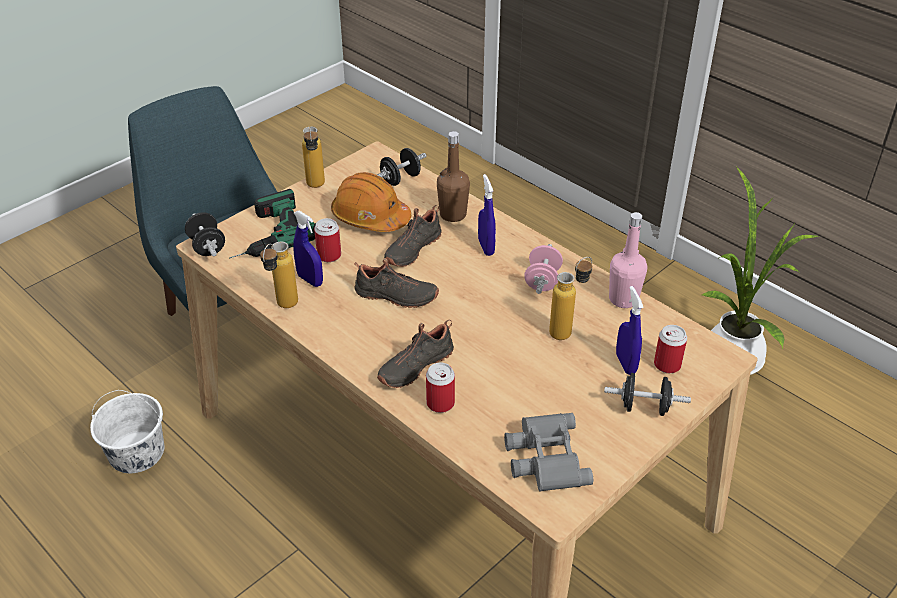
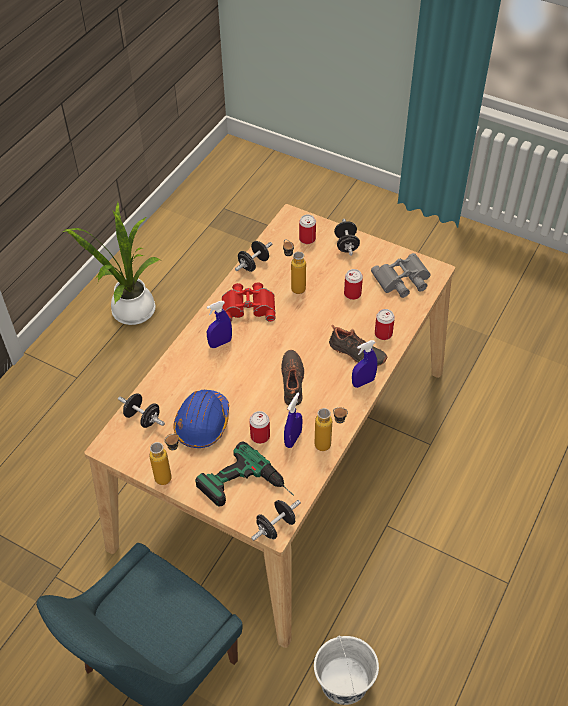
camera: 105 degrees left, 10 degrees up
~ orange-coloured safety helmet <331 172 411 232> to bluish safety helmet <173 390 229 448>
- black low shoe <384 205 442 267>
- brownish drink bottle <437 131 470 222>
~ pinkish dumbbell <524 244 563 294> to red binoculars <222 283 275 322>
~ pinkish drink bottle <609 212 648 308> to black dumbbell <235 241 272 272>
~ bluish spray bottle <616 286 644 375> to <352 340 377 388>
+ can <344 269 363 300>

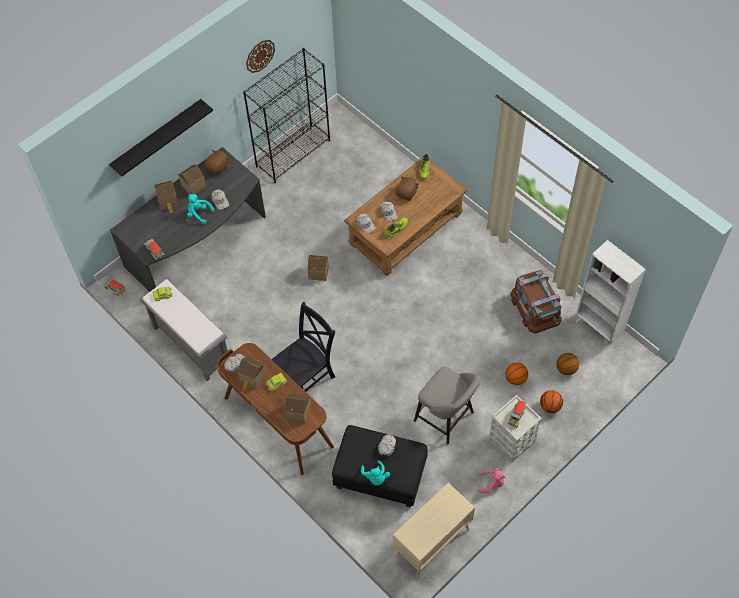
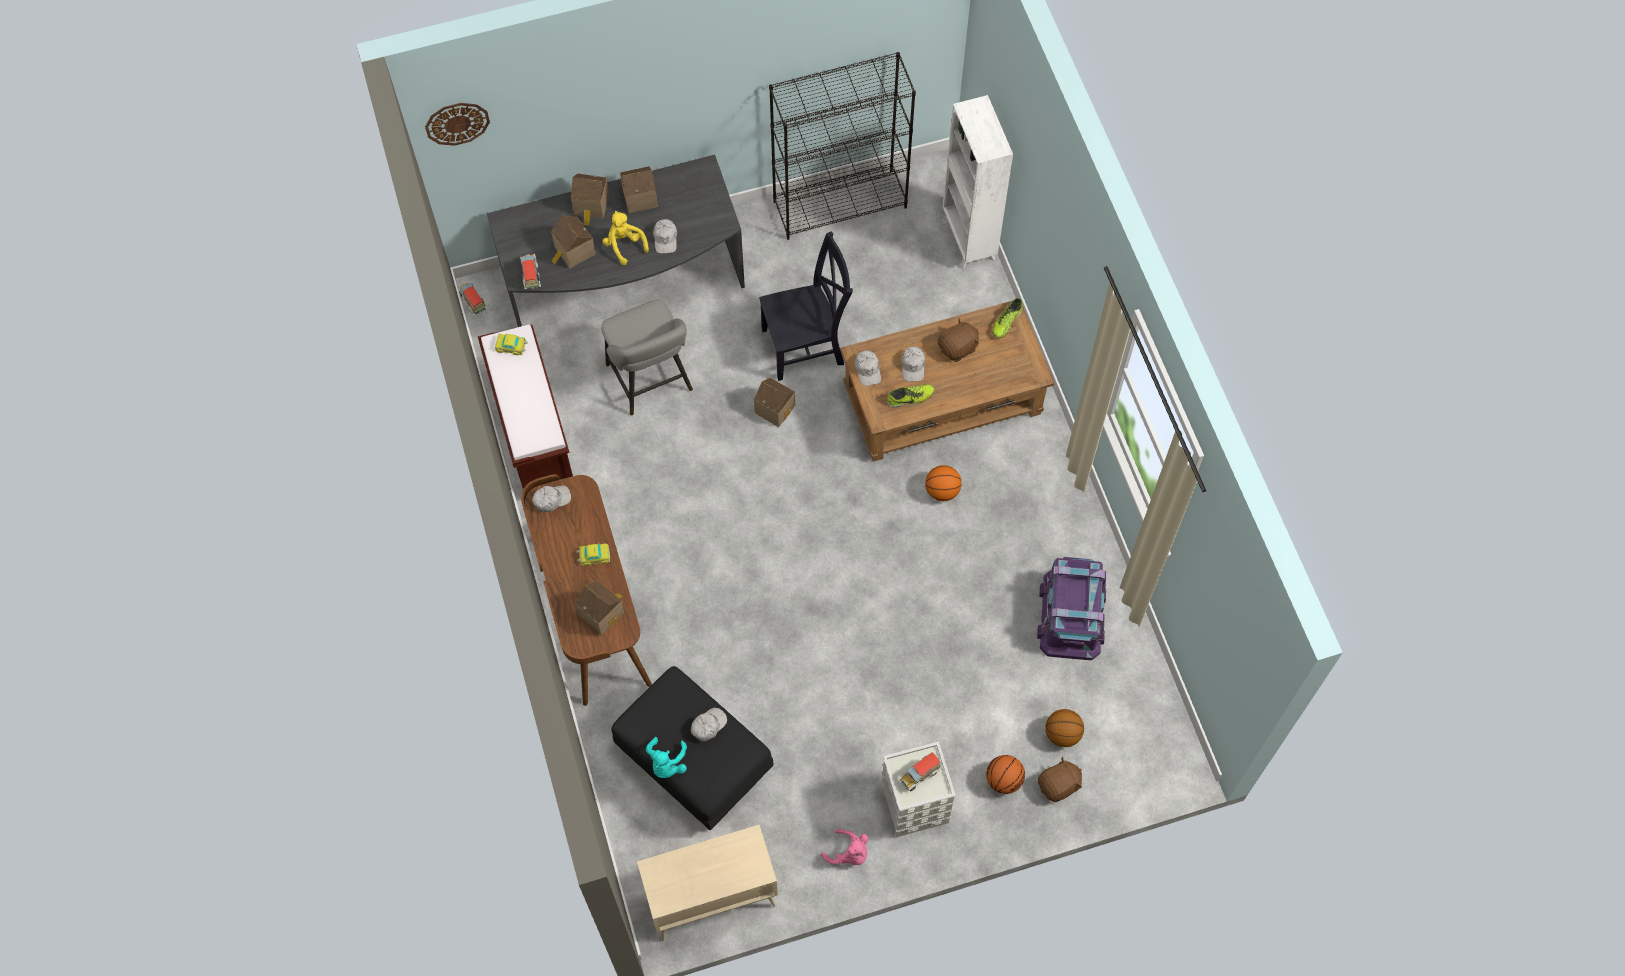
camera: 25 degrees right, 5 degrees up
- black wall shelf <109 99 213 177>
~ greyish bench <140 279 228 381> to brownish bench <478 325 573 489>
~ turquoise plush toy <187 194 215 224> to yellow plush toy <603 211 649 265>
~ brownish plush toy <205 150 229 175> to <1038 757 1082 802>
~ toy house <238 356 267 391> to <551 216 596 268>
~ wall clock <246 40 275 73> to <425 103 490 146>
~ black plain chair <272 302 335 392> to <759 231 853 381>
~ greyish stool seat <414 366 481 444> to <601 299 693 415>
~ ball for basketball <505 363 528 385> to <925 465 962 501>
~ brownish storage container <511 270 562 334> to purplish storage container <1037 557 1106 660>
~ whitish bookshelf <576 240 646 346> to <941 95 1013 269>

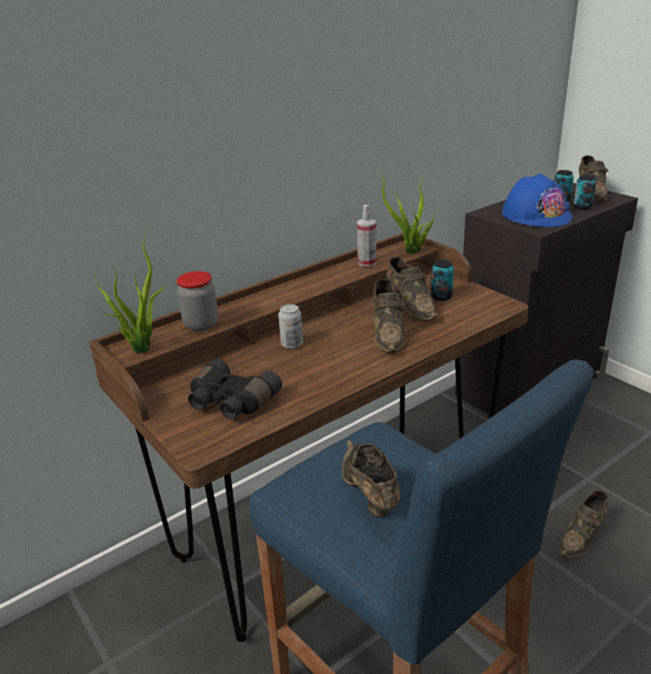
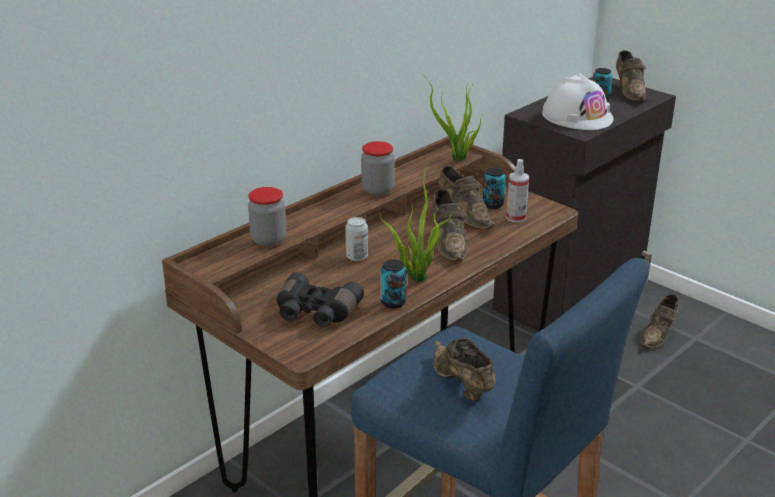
camera: 10 degrees left, 0 degrees up
~ potted plant <94 228 166 353> to <379 165 453 282>
~ spray bottle <357 205 377 267> to <506 159 529 222>
~ bluish safety helmet <502 173 573 227> to whitish safety helmet <542 74 613 130>
~ brownish low shoe <559 490 609 558> to <641 294 679 348>
~ can <573 175 596 210> to <380 259 407 308>
+ jar <361 141 395 196>

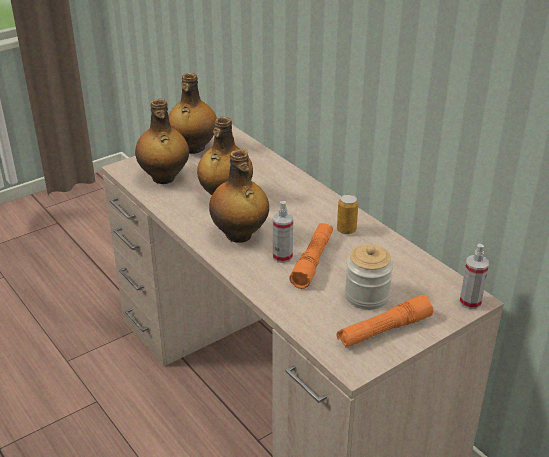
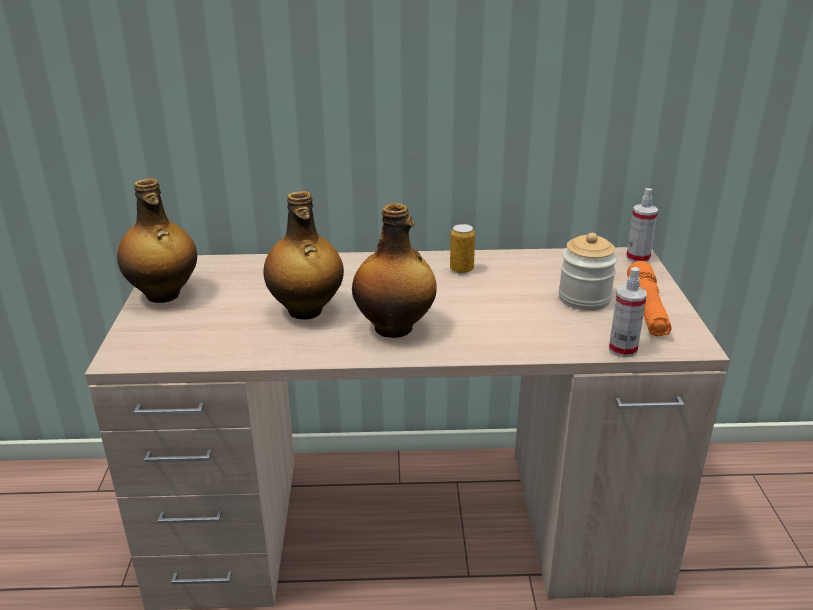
camera: 55 degrees left, 5 degrees down
- drink bottle <135 99 189 184>
~ spray bottle <273 201 293 263> to <609 267 647 358>
- orange-coloured flashlight <289 223 333 289>

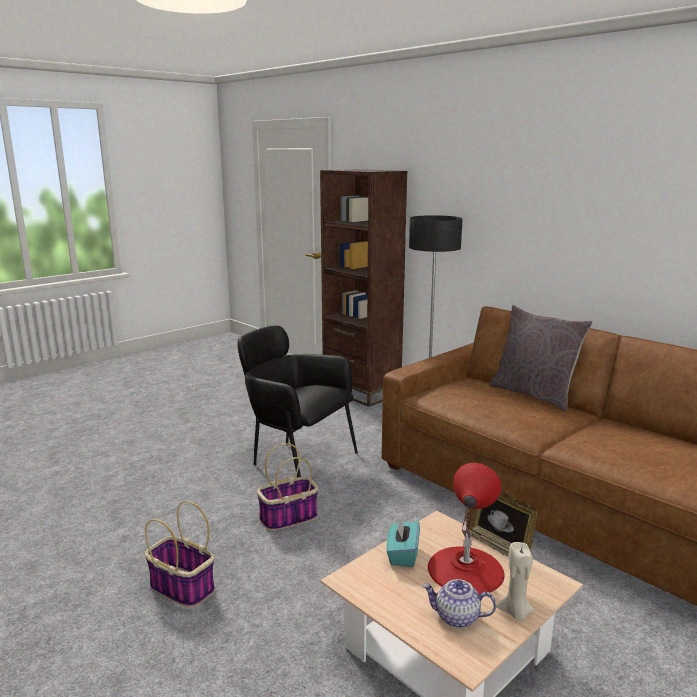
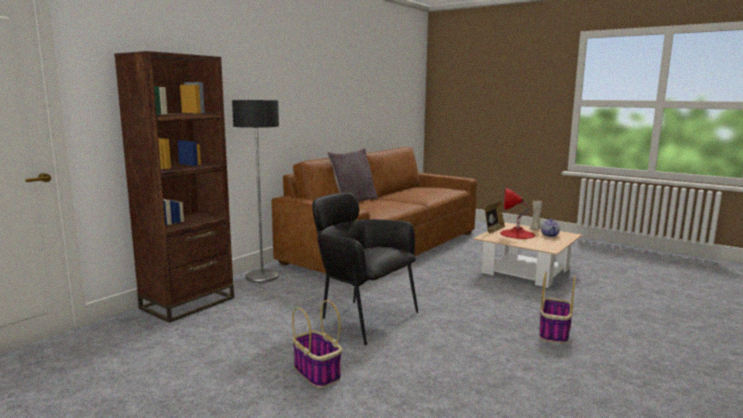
camera: 100 degrees left, 5 degrees down
~ black easy chair <238 325 358 478> = <312 193 419 345> 105 degrees clockwise
~ storage basket <257 443 318 531> to <292 300 342 388>
- turquoise tissue box <386 517 420 567>

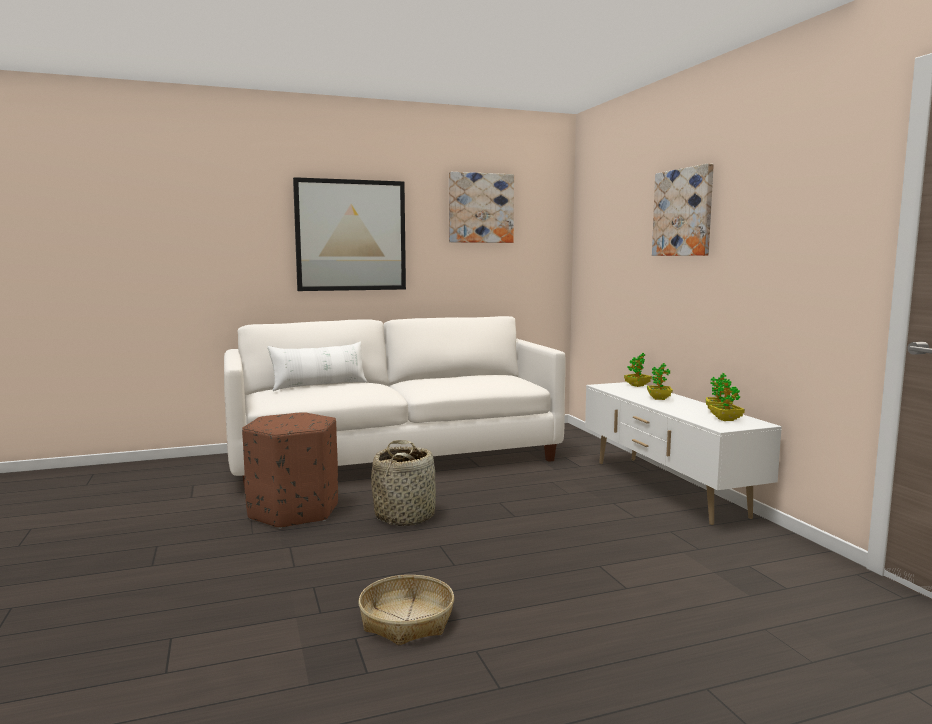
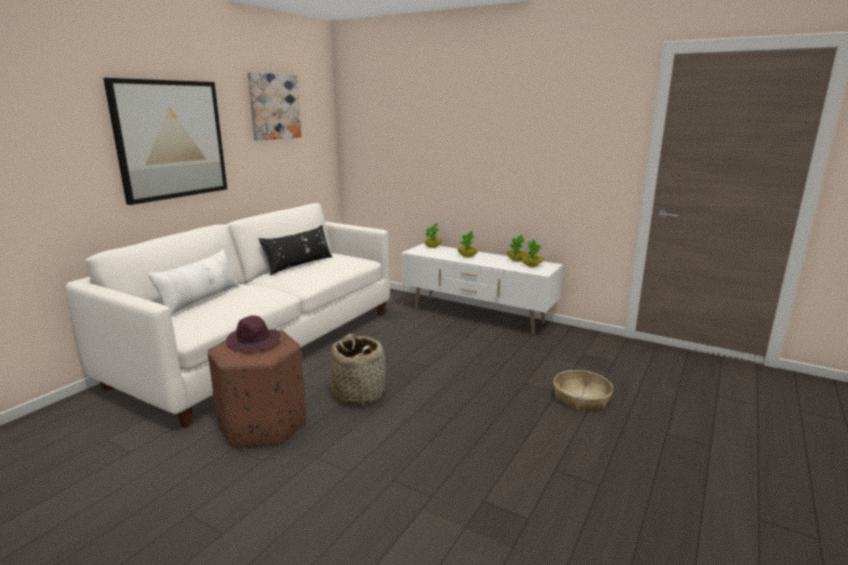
camera: 40 degrees left, 10 degrees up
~ storage basket <358 575 454 645> to <553 370 613 411>
- picture <652 163 714 256>
+ purplish hat <226 315 281 352>
+ black throw pillow <259 225 332 276>

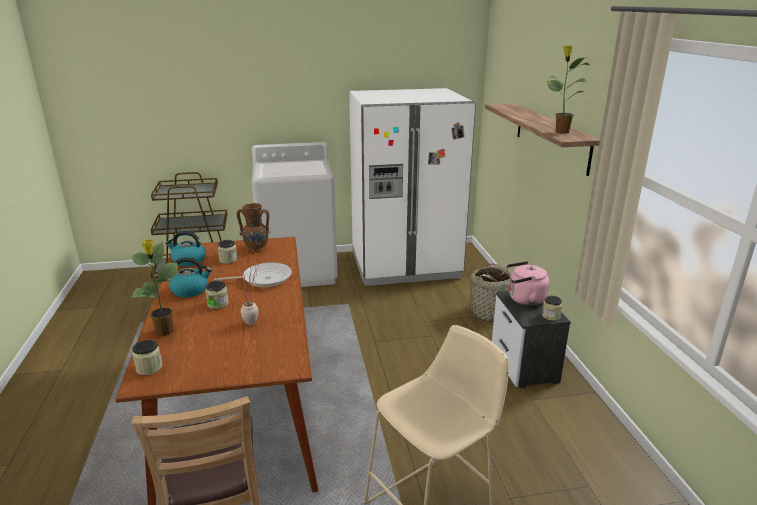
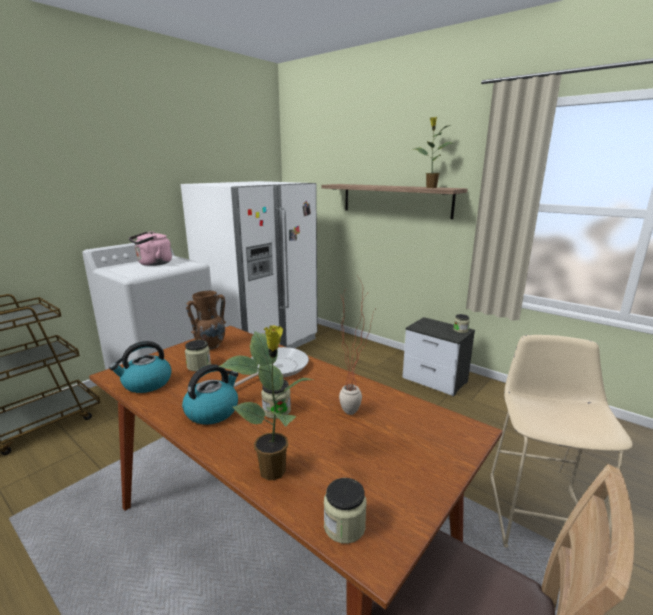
camera: 40 degrees left, 5 degrees down
- storage basket <469 263 511 322>
~ pinkish water kettle <506 261 549 306> to <129 231 172 266>

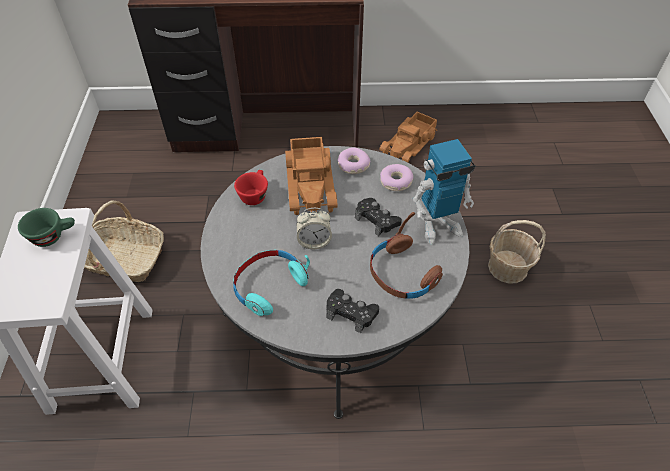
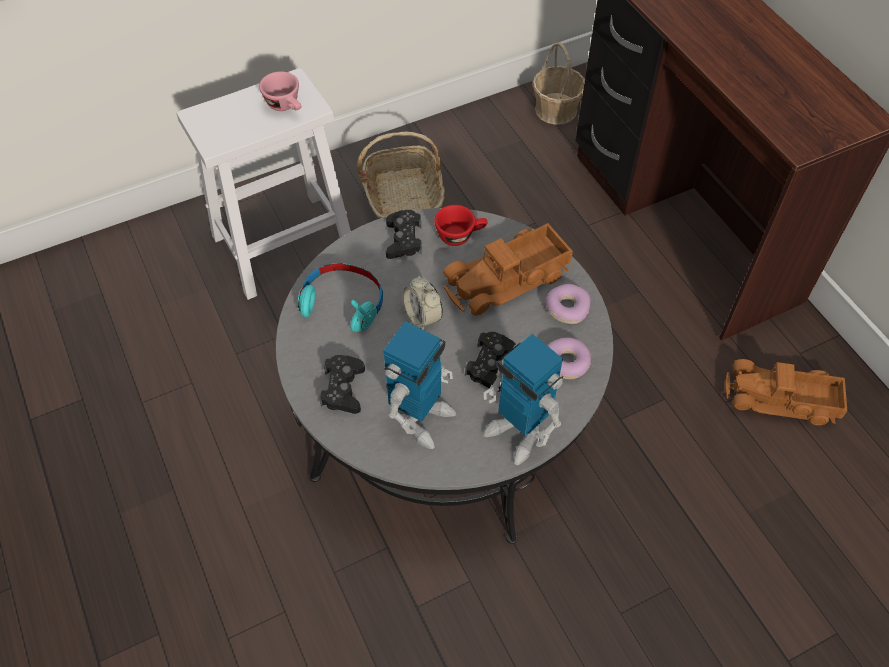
camera: 65 degrees right, 5 degrees up
~ green drinking cup <18 208 75 247> to pinkish drinking cup <259 71 301 111>
~ brownish headphones <370 212 443 299> to robot figure <383 321 456 449>
~ storage basket <488 220 546 284> to <533 42 585 125>
+ black gamepad <386 210 422 259>

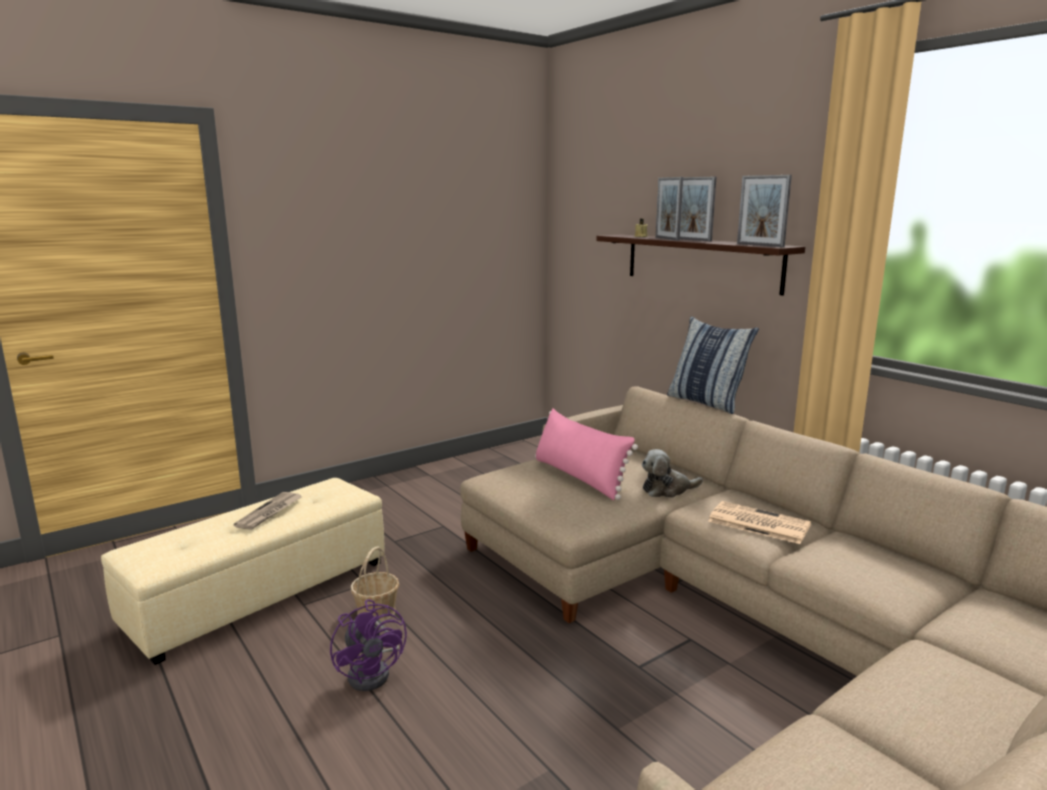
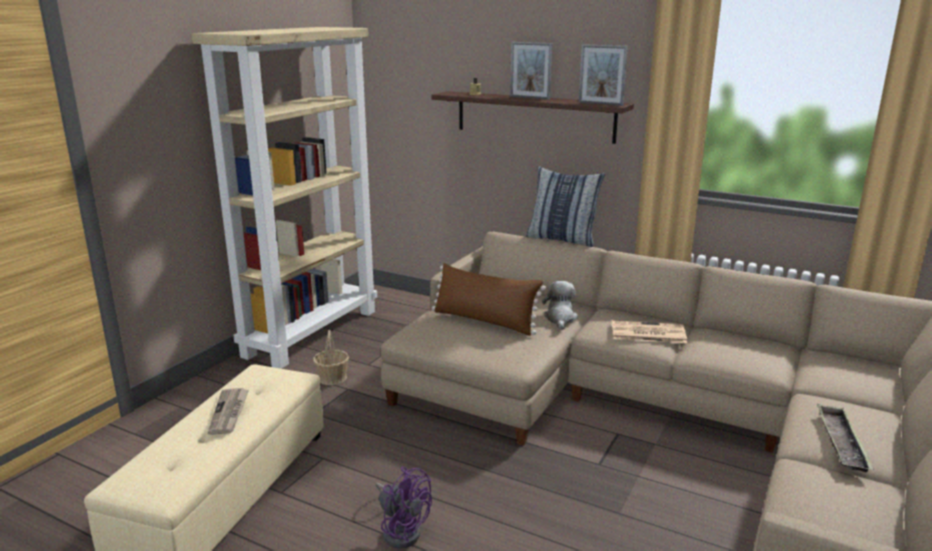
camera: 25 degrees left, 5 degrees up
~ storage basket <351 546 399 622> to <313 330 349 385>
~ pinkish throw pillow <535 408 638 500> to brownish throw pillow <432 263 546 336>
~ plush toy <641 449 703 498> = <542 281 578 330> 135 degrees clockwise
- picture frame <655 177 683 241>
+ sand-coloured bookshelf <191 27 377 369>
+ tray <817 404 874 472>

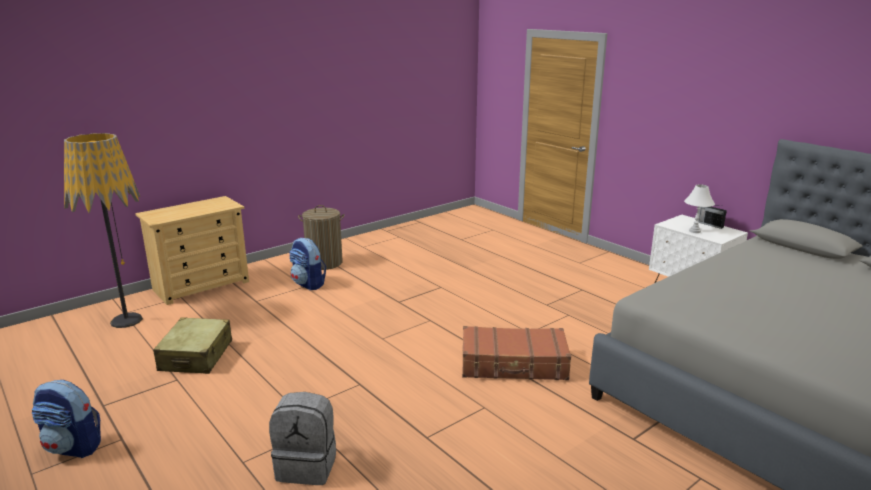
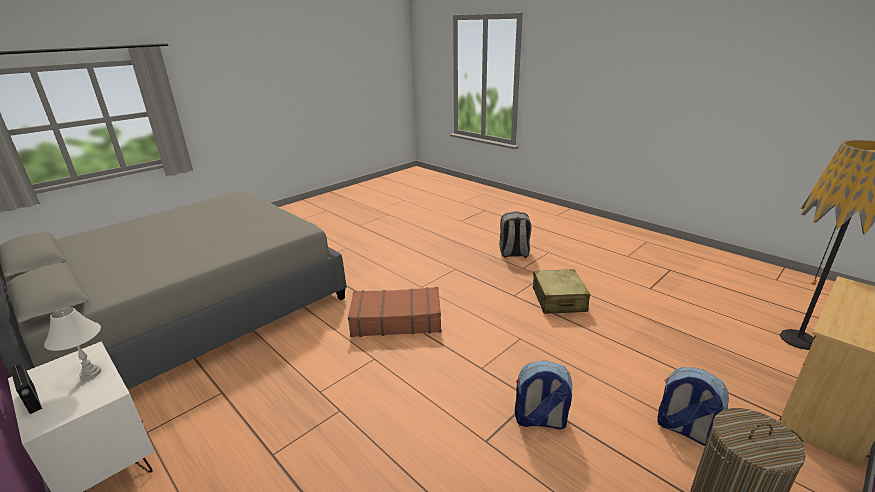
camera: 175 degrees right, 5 degrees up
~ backpack <31 380 101 458> to <515 361 572 429>
~ sand-coloured piece of luggage <153 318 232 374> to <533 269 590 314>

